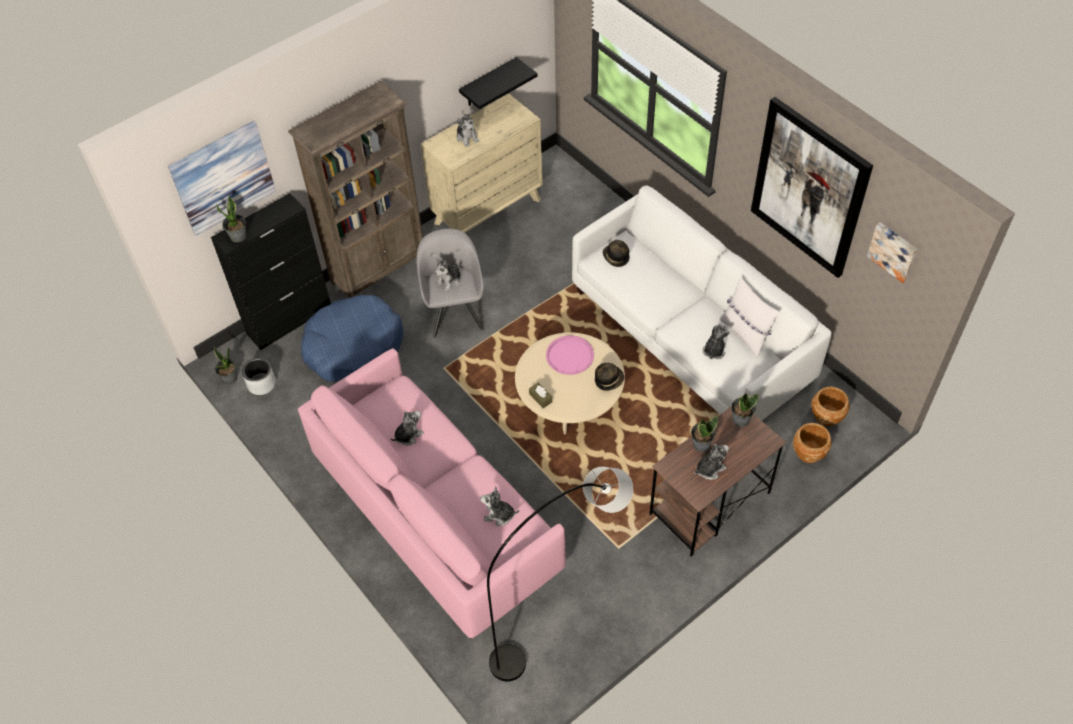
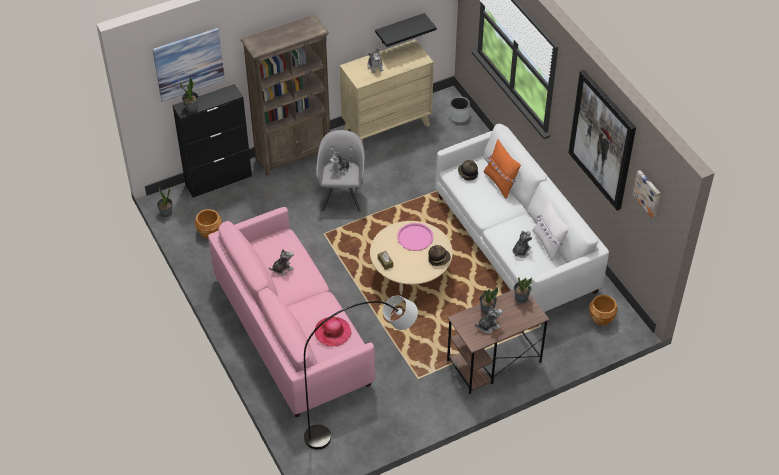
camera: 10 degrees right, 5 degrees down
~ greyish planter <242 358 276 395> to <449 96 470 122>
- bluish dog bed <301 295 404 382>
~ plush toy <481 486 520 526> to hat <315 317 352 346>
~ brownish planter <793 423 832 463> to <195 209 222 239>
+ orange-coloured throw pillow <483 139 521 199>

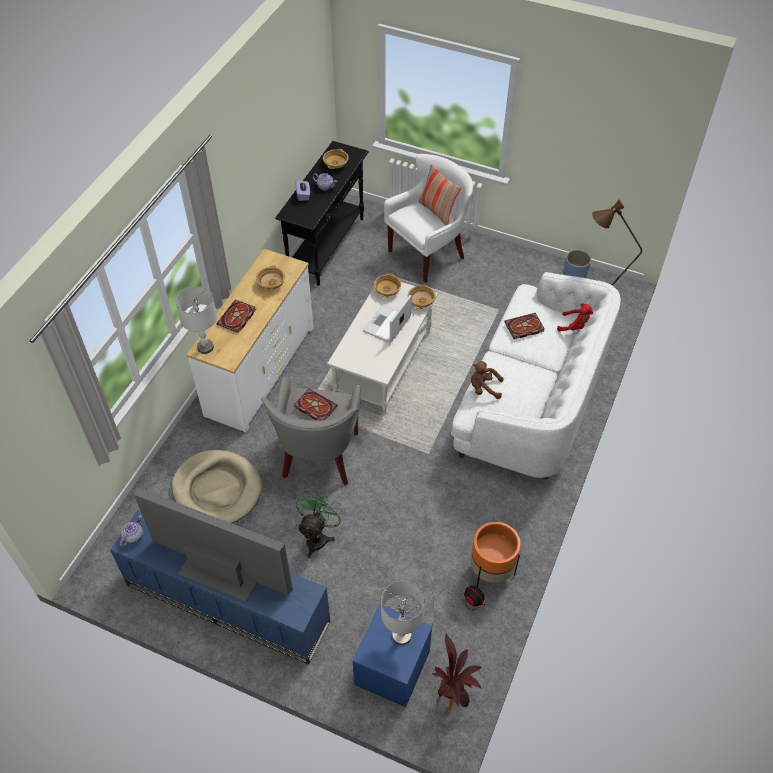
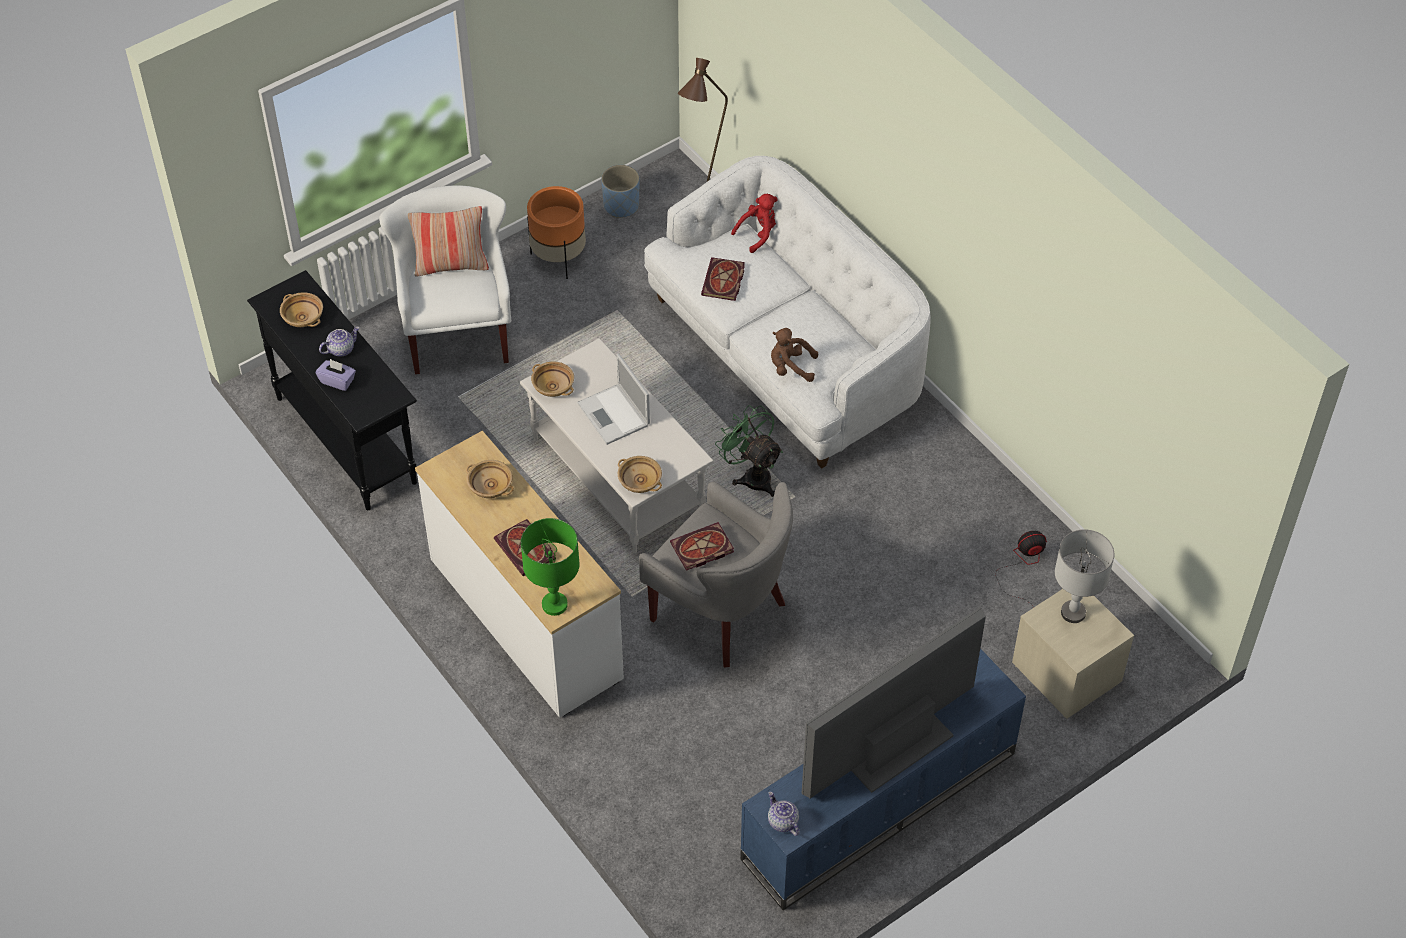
camera: 60 degrees left, 0 degrees up
- sand-coloured dog bed <172 450 262 523>
~ greyish lamp for a table <176 286 217 354> to green lamp for a table <521 518 580 616>
~ green electric fan <296 491 344 558> to <715 405 783 497>
~ bluish bedside table <352 604 432 707> to sand-coloured bedside table <1012 589 1134 719>
~ sand-coloured deep dish <408 284 436 309> to <618 456 662 493>
- potted plant <432 634 482 711>
~ orange-coloured planter <470 522 521 587> to <527 186 586 279>
~ brownish plush toy <471 361 504 399> = <771 328 818 382> 60 degrees clockwise

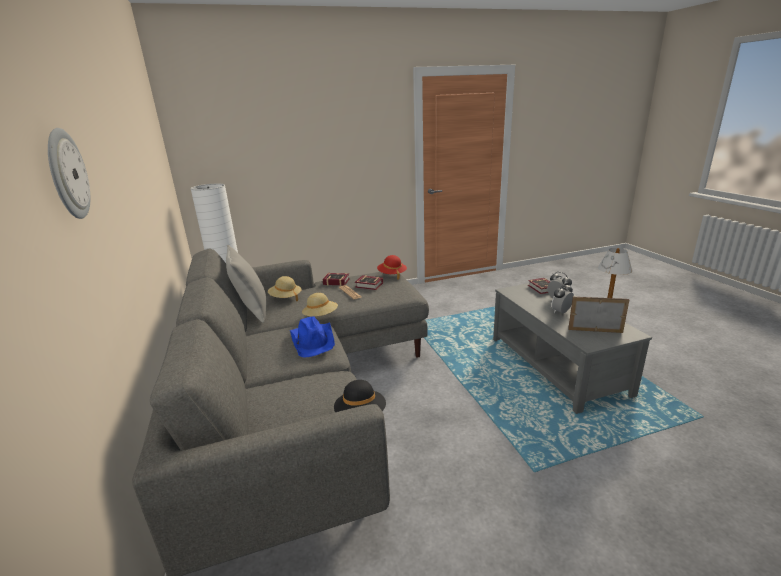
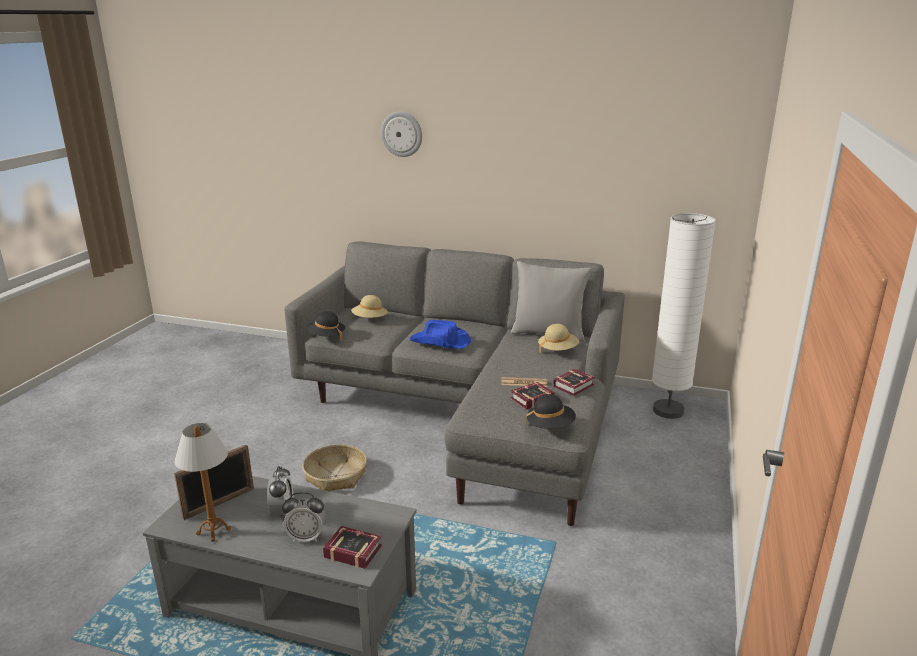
camera: 125 degrees right, 0 degrees up
~ sand-coloured hat <302 293 338 316> to <351 295 388 318>
~ red hat <377 255 407 280> to black hat <526 394 576 429>
+ storage basket <302 444 367 491>

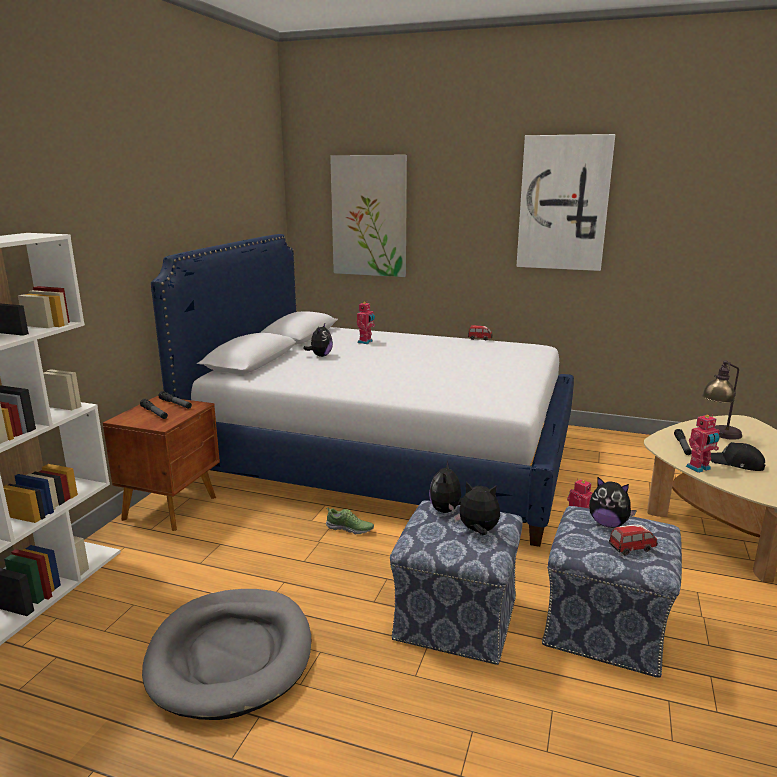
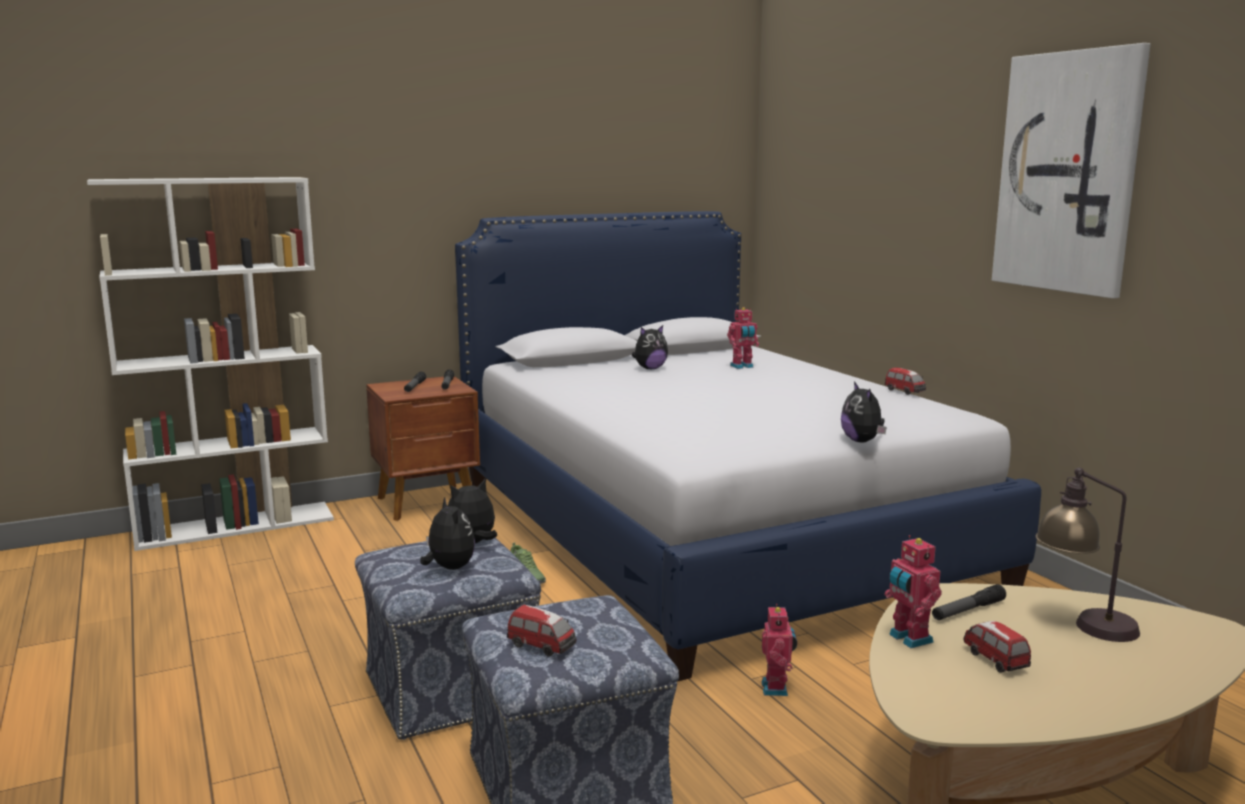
camera: 45 degrees right, 5 degrees down
- greyish dog bed <142 589 311 720>
- picture <330 155 407 277>
~ plush toy <589 477 637 528> to <841 381 886 442>
~ robot figure <686 414 720 473> = <884 535 942 648> 45 degrees clockwise
~ black baseball cap <711 442 765 471> to model car <964 621 1031 673>

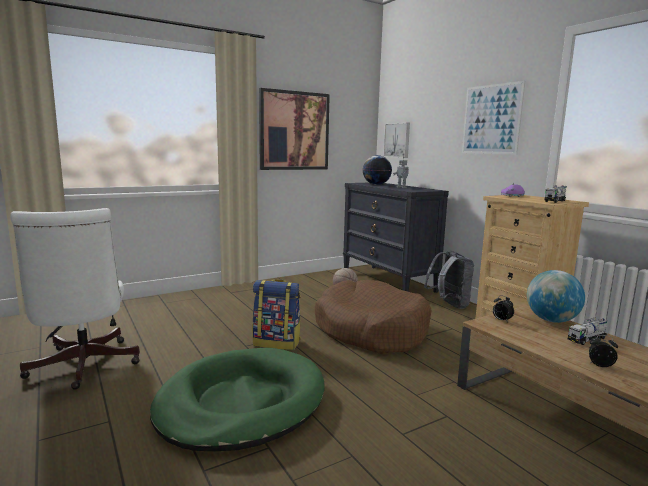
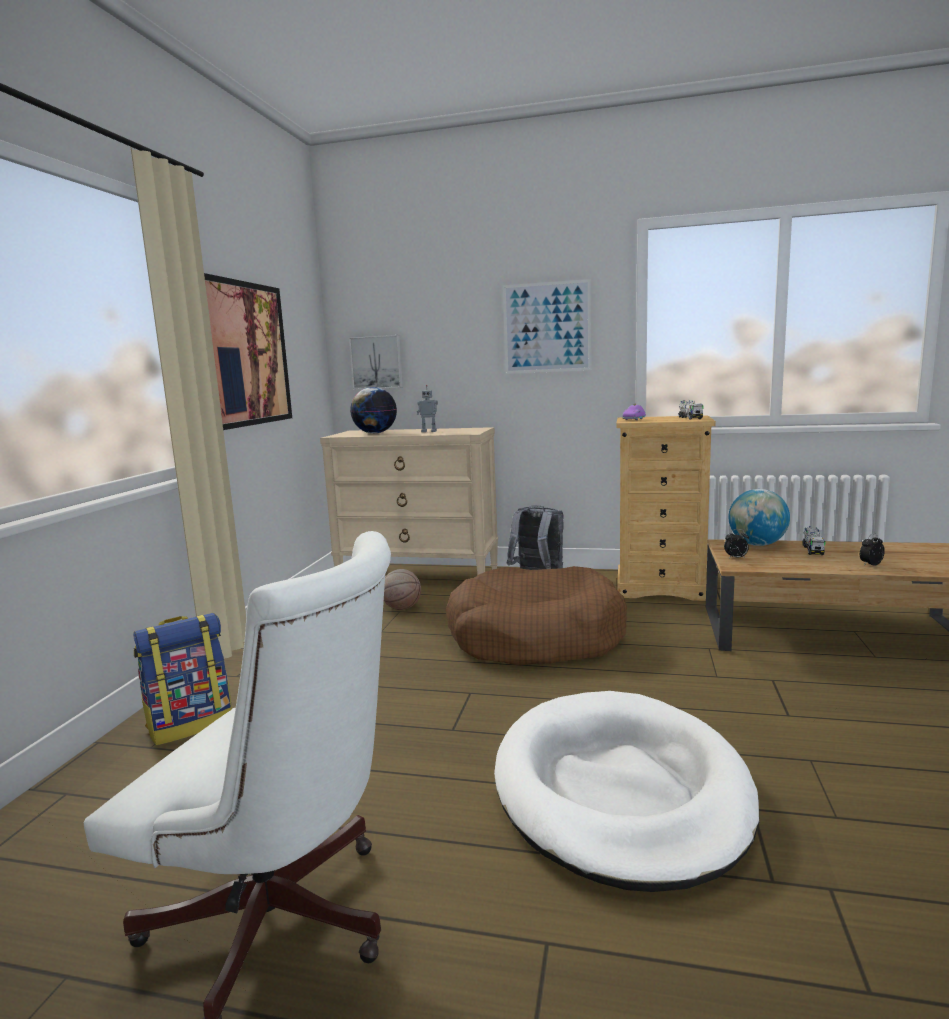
camera: 45 degrees left, 0 degrees up
~ green dog bed <150 348 325 451> to whitish dog bed <494 691 760 892>
~ backpack <252 279 301 350> to <133 613 232 746>
~ black drawer chest <343 183 449 293> to sand-coloured drawer chest <320 427 498 575>

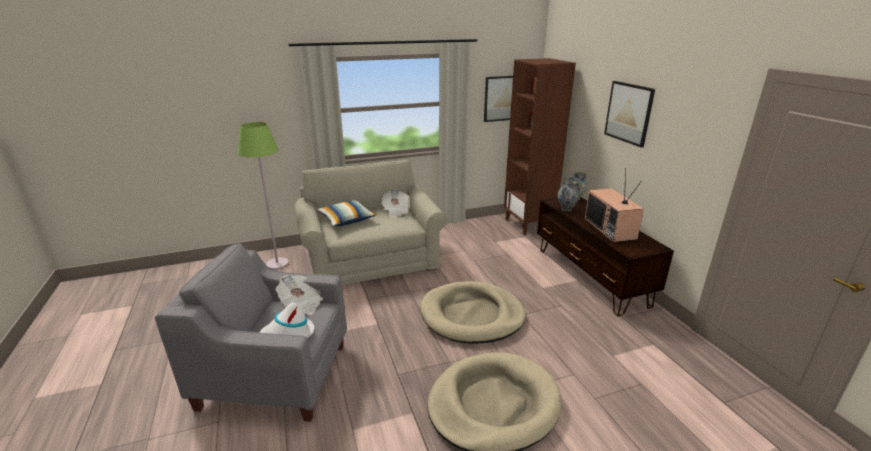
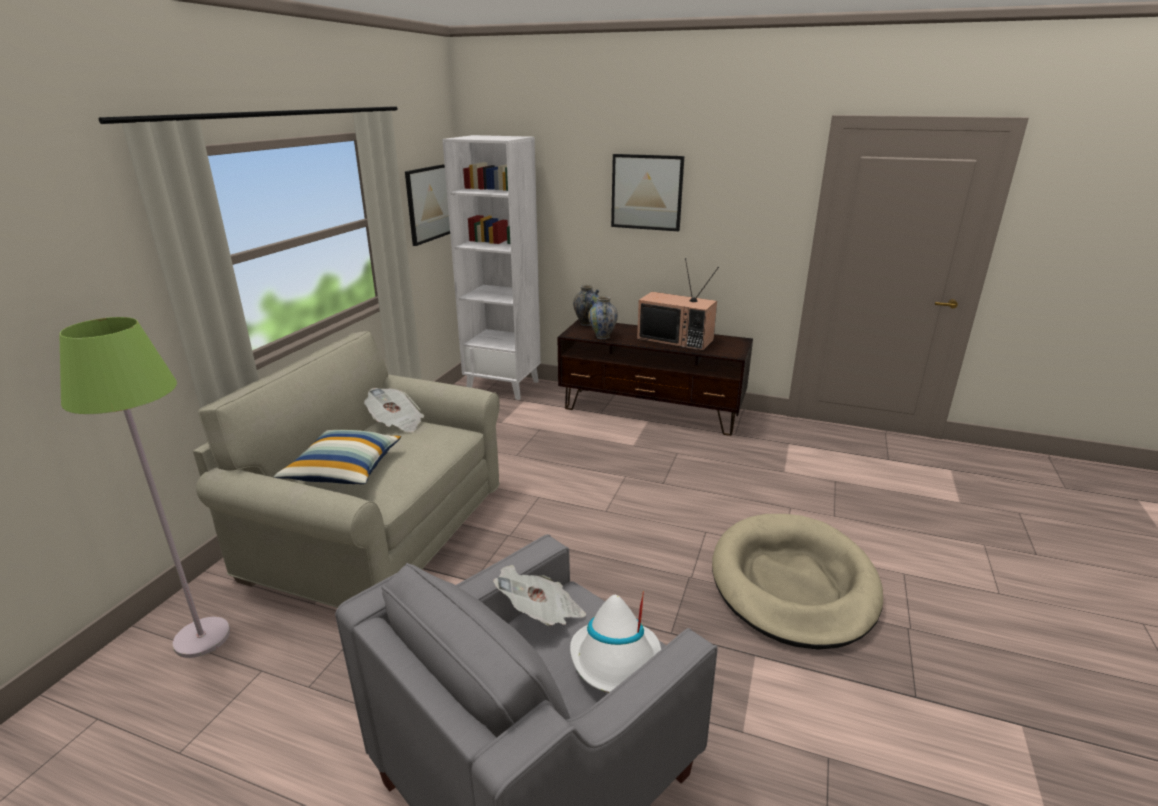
camera: 50 degrees left, 0 degrees up
- sand-coloured dog bed <420 281 526 344>
~ brownish bookshelf <504 58 576 235> to whitish bookshelf <442 135 541 400>

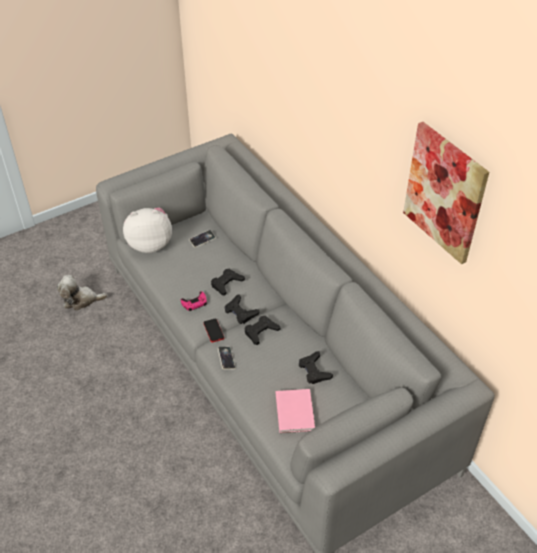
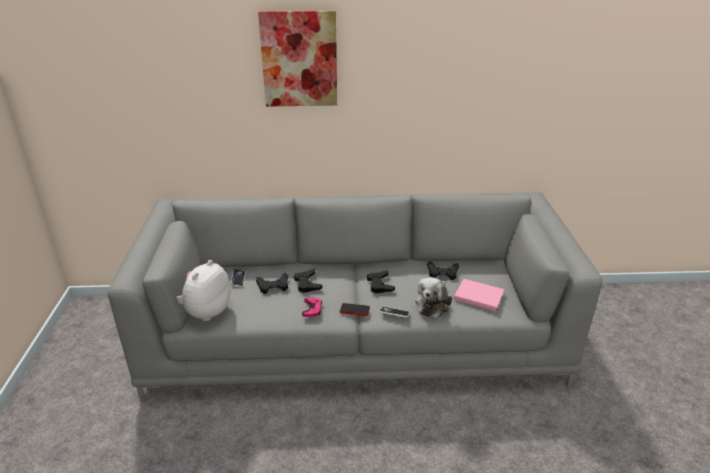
camera: 60 degrees left, 15 degrees down
~ plush toy <57 275 108 311> to <415 277 452 319>
~ black gamepad <224 294 259 324> to <256 273 288 294>
~ picture <403 122 489 264> to <258 11 337 106>

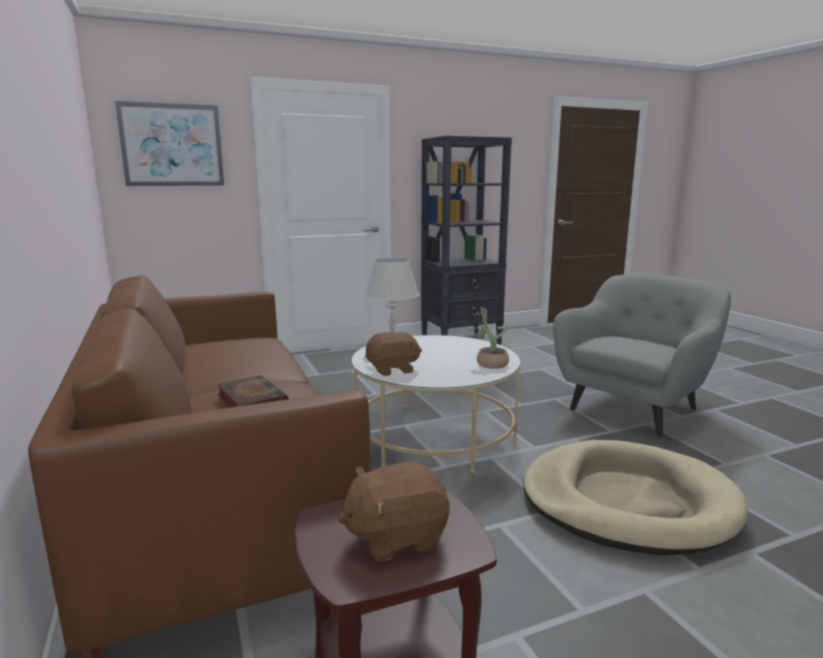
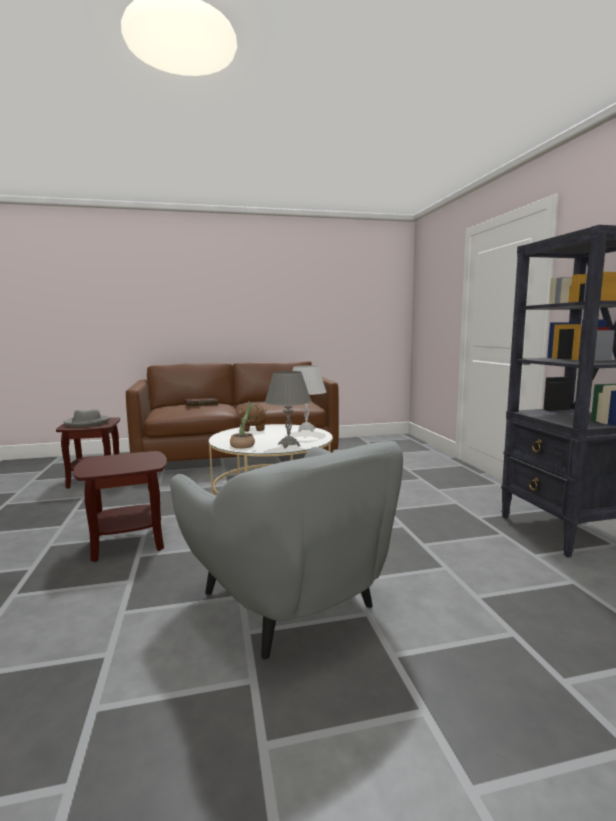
camera: 100 degrees right, 5 degrees down
- picture <115 101 224 186>
~ brownish plush toy <338 461 450 562> to greyish hat <64 410 110 427>
~ sand-coloured dog bed <523 440 748 555> to brownish accent table <73 451 167 562>
+ greyish lamp for a table <265 371 312 448>

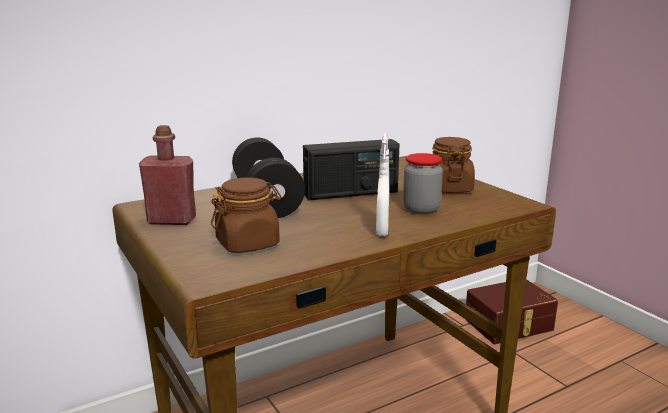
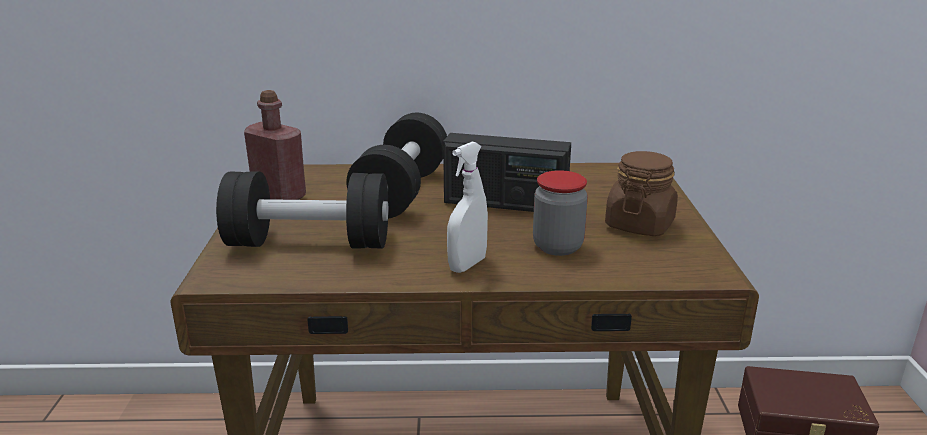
camera: 30 degrees right, 5 degrees up
~ brownish jar <211 177 281 253> to black dumbbell <216 172 389 248>

